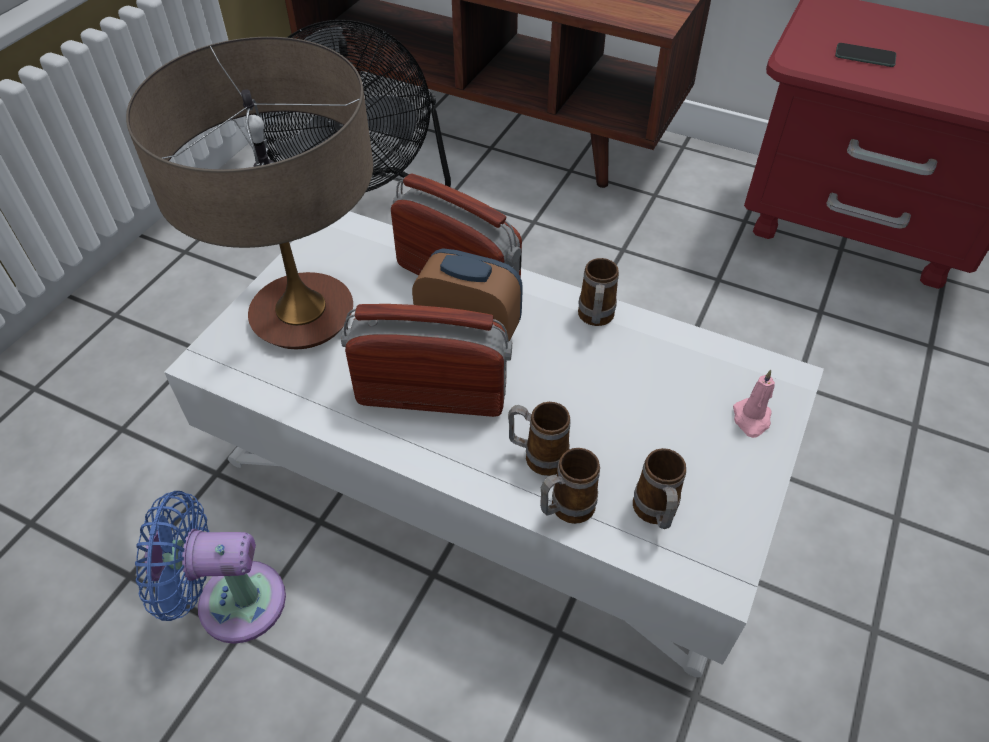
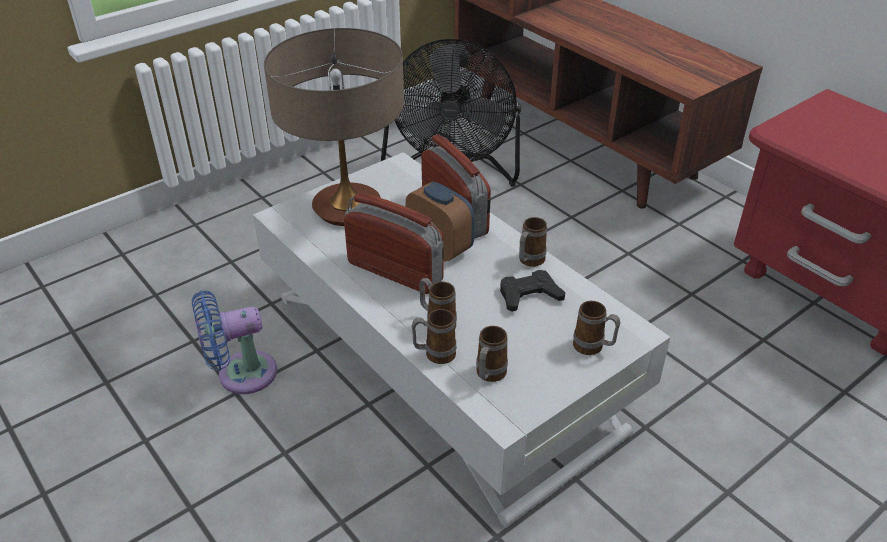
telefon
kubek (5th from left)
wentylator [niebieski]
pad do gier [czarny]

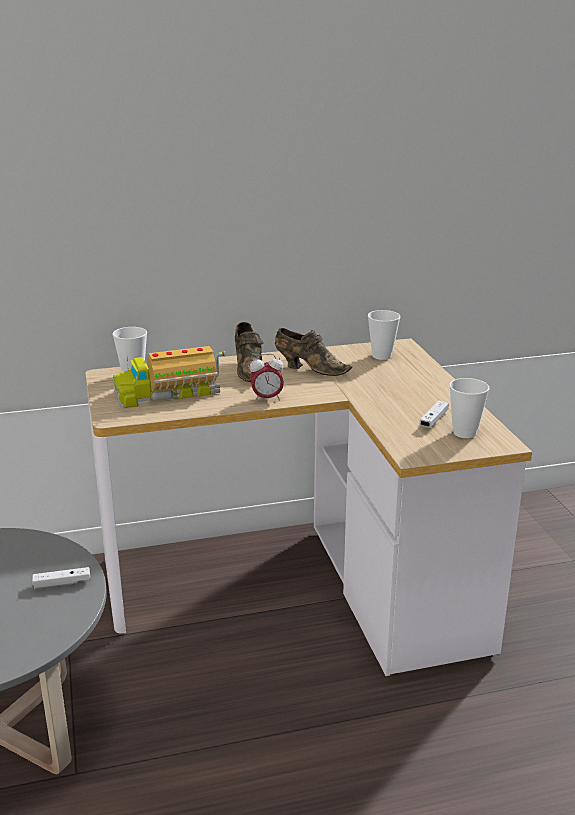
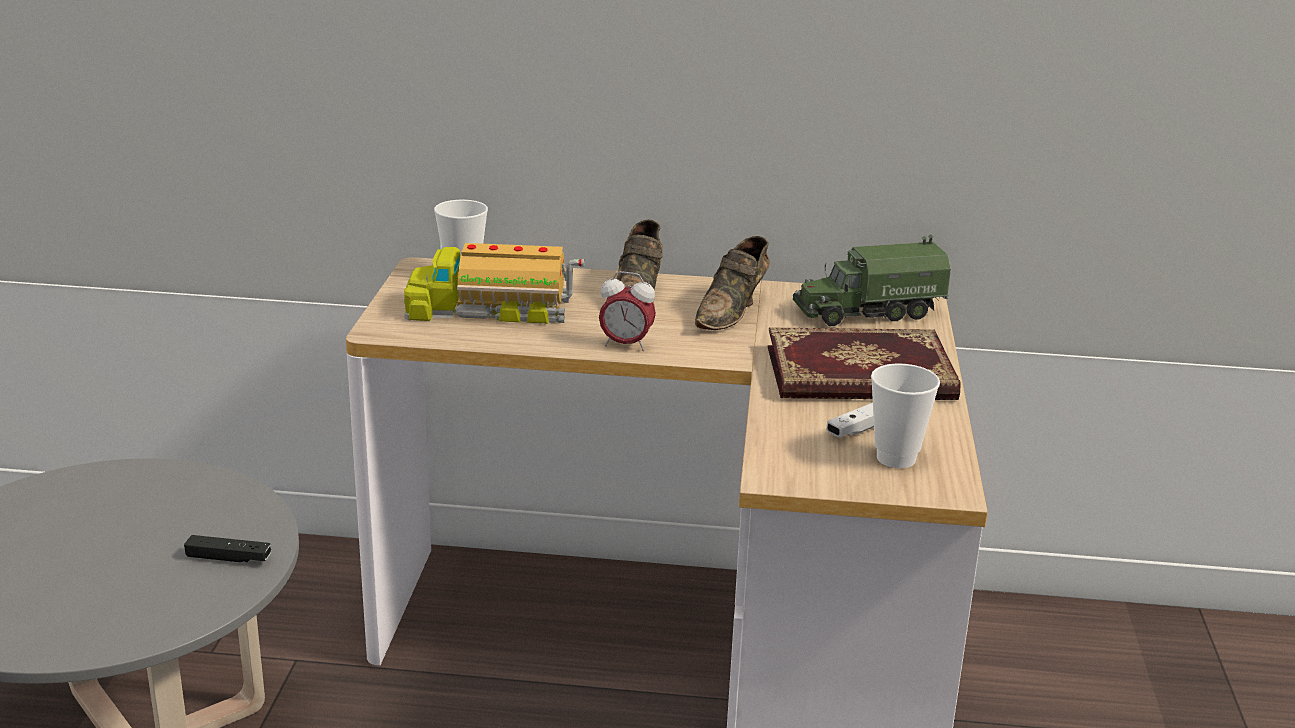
ciężarówka zabawkowa (2nd from left)
but [brązowy] (2nd from left)
pad do gier [czarny]
książka

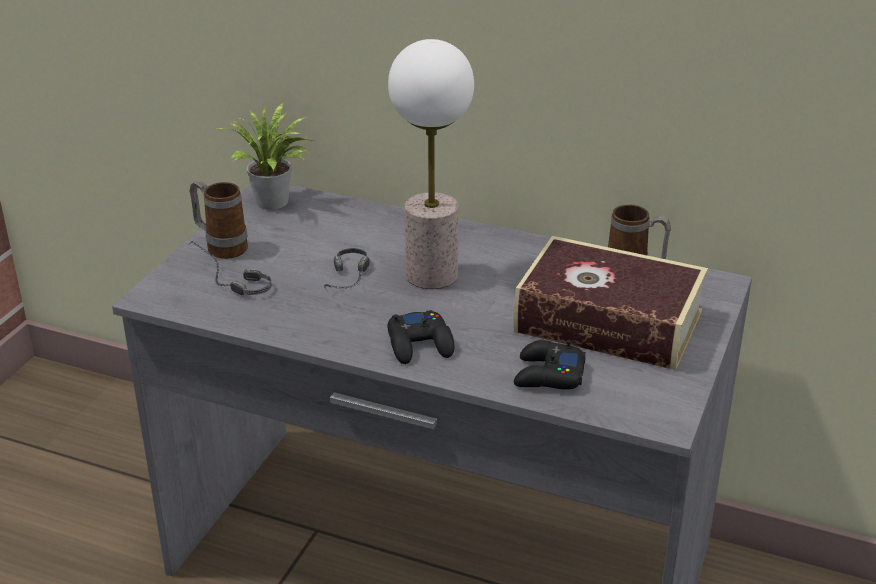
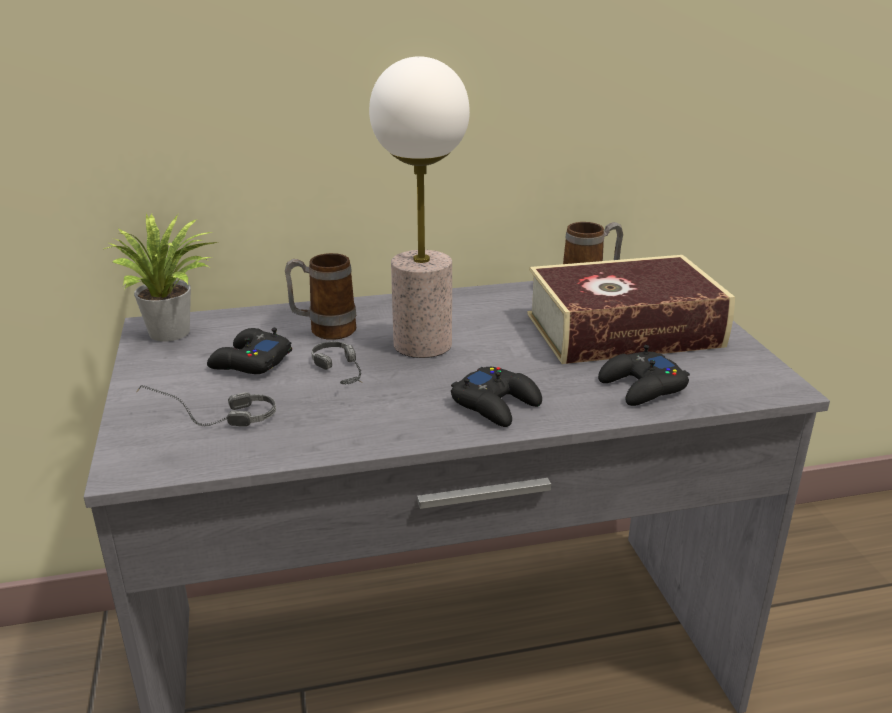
kubek (1st from left)
pad do gier [czarny] (1st from left)

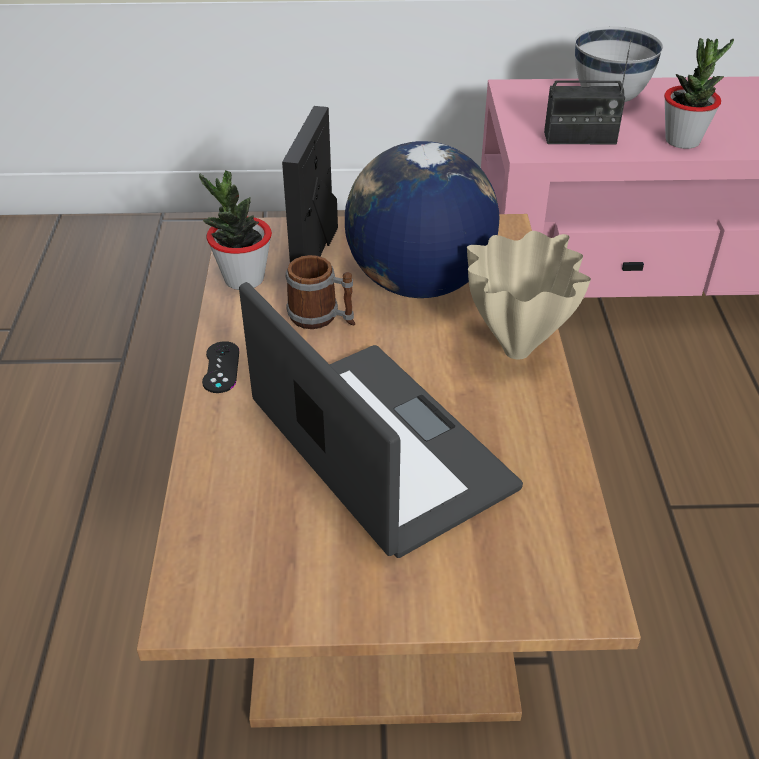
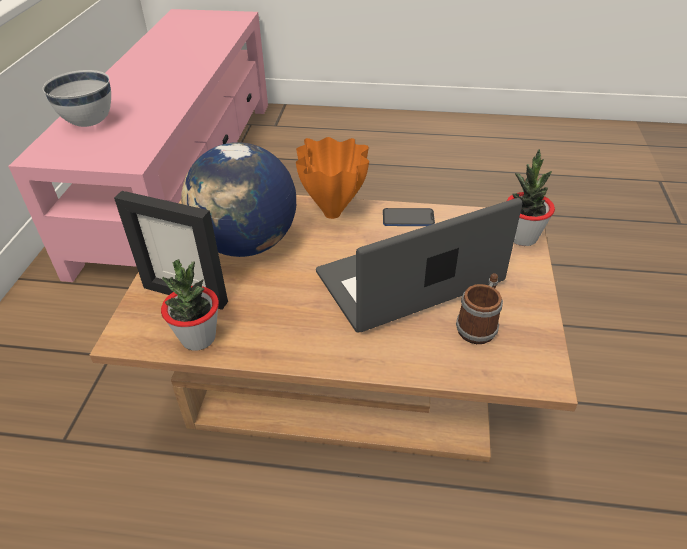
roślina doniczkowa (2nd from left)
radio
wazon [pomarańczowy]
kubek
pad do gier [czarny]
telefon

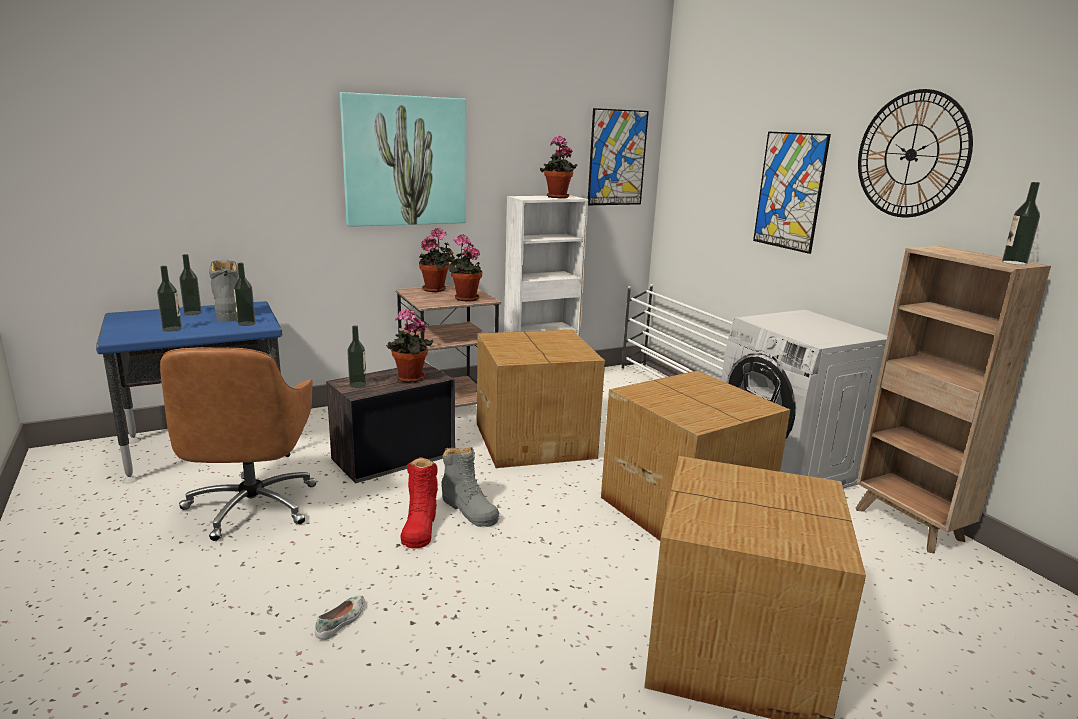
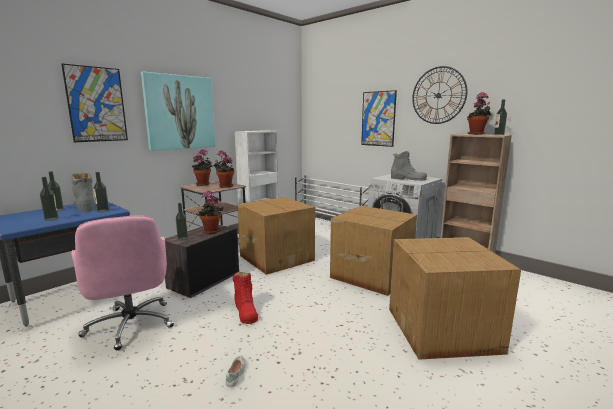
obraz (1st from left)
roślina doniczkowa (4th from left)
krzesło biurowe [różowy]
but z cholewką [szary] (2nd from left)

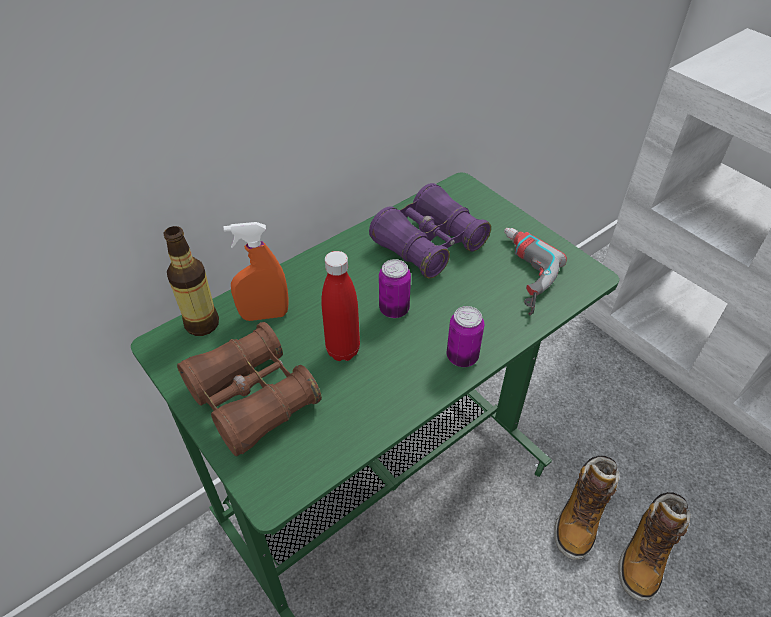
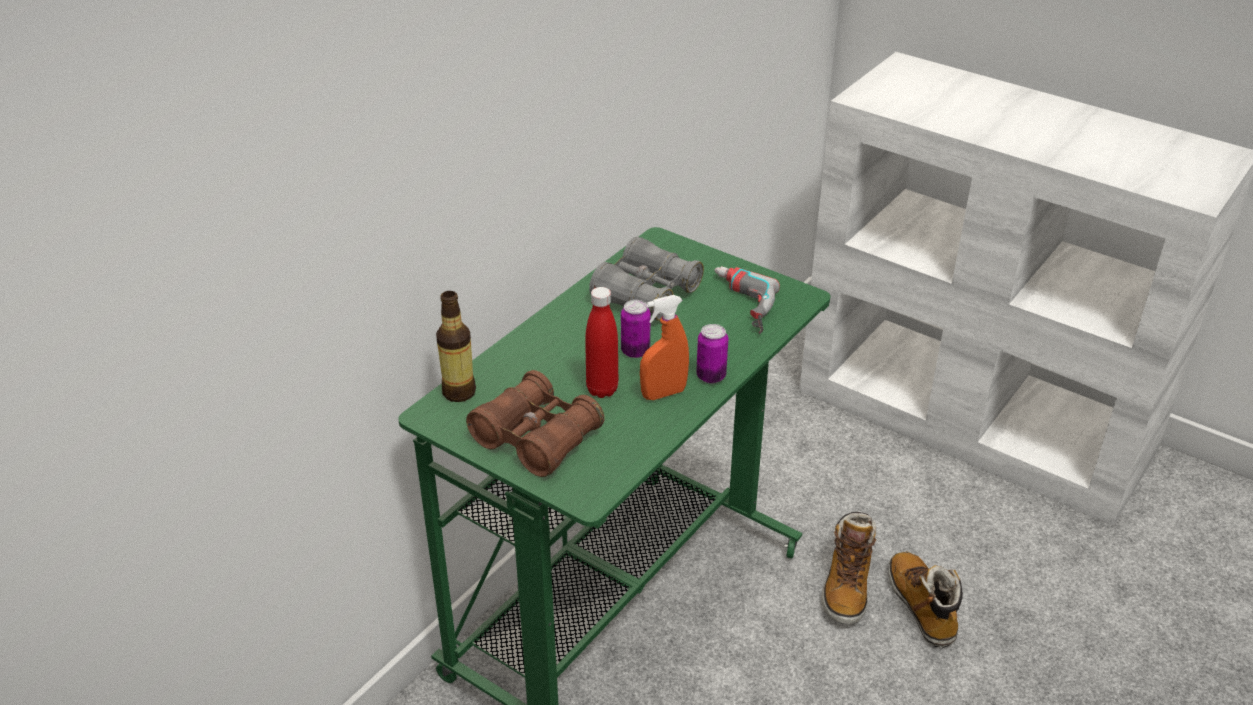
lornetka [szary]
spryskiwacz [pomarańczowy]
but z cholewką (2nd from left)

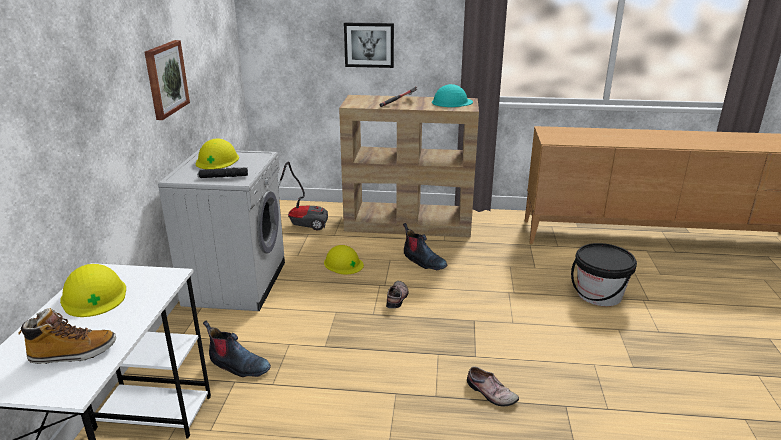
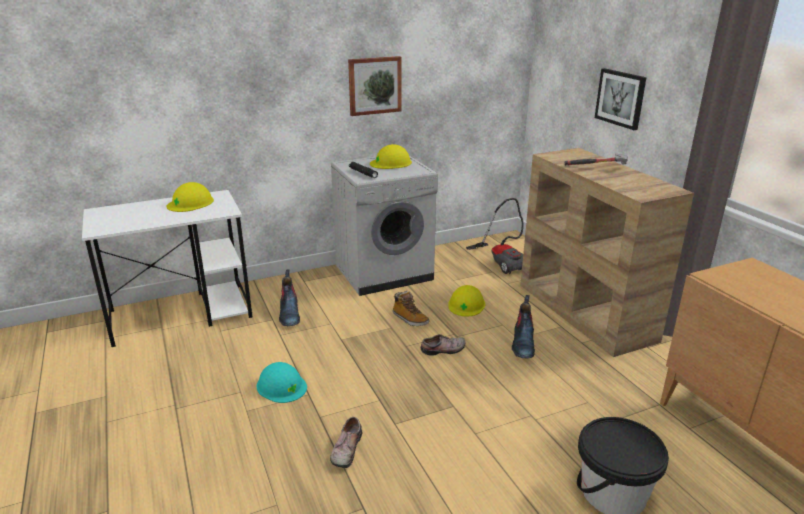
kask [turkusowy]
but z cholewką (2nd from left)

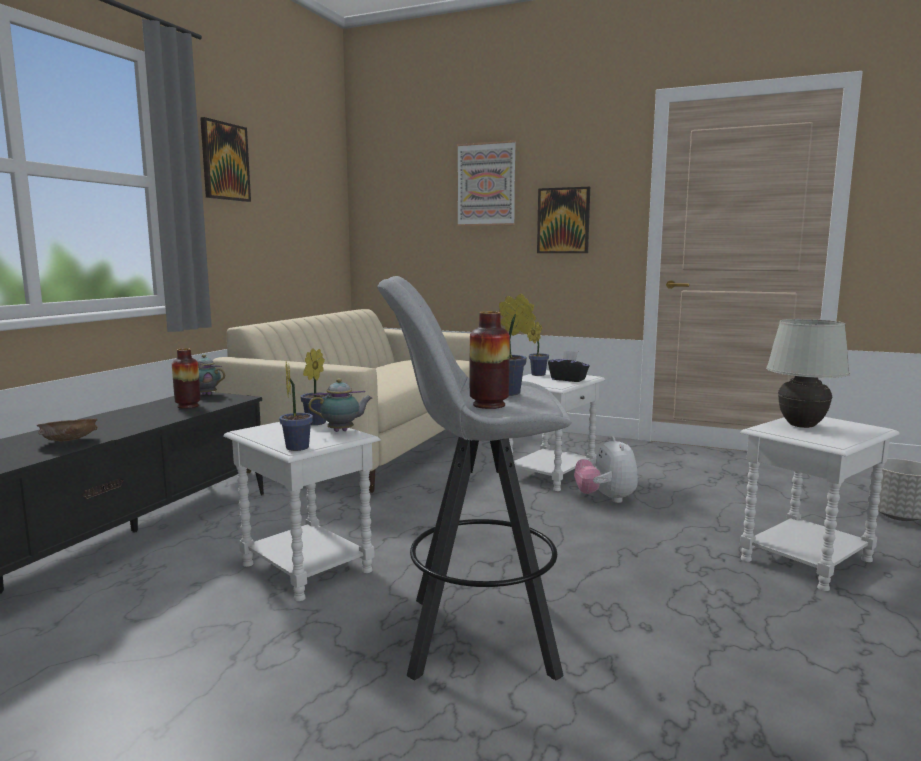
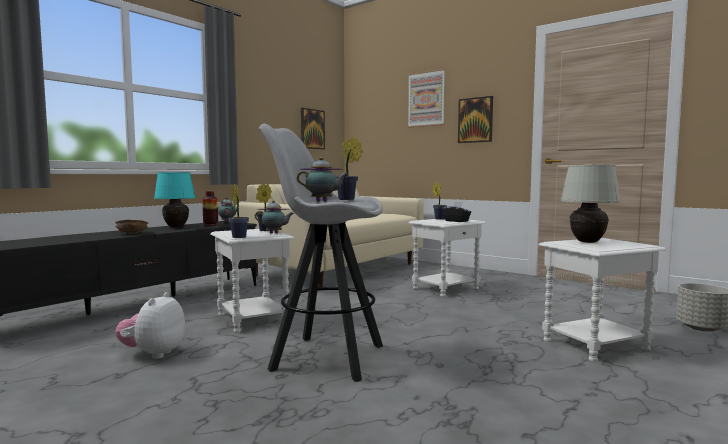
obraz (1st from left)
imbryk (3rd from left)
pluszak
lampa stołowa [turkusowy]

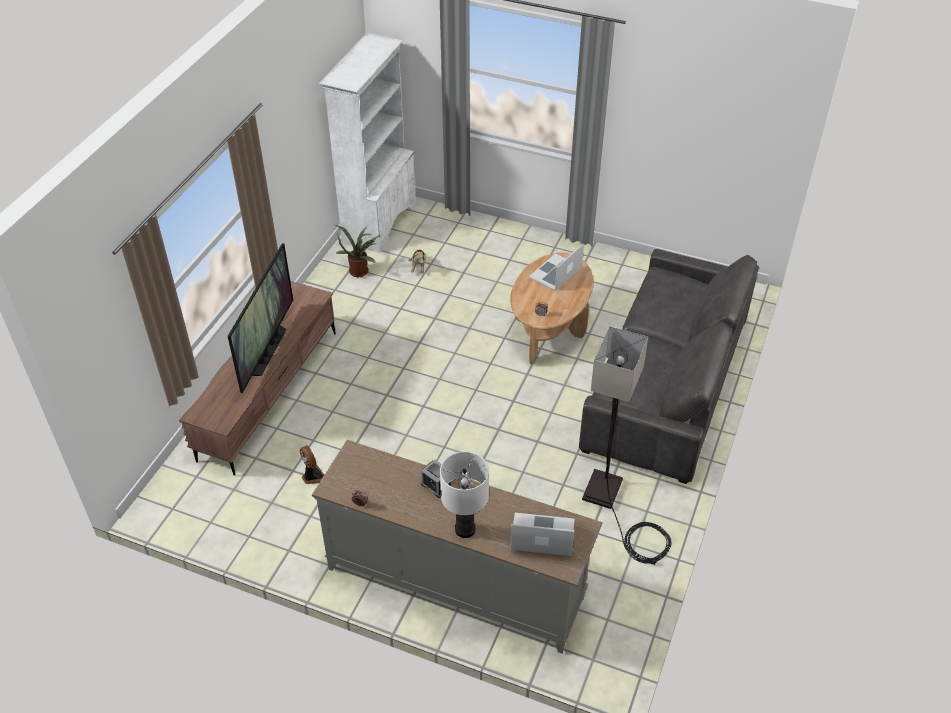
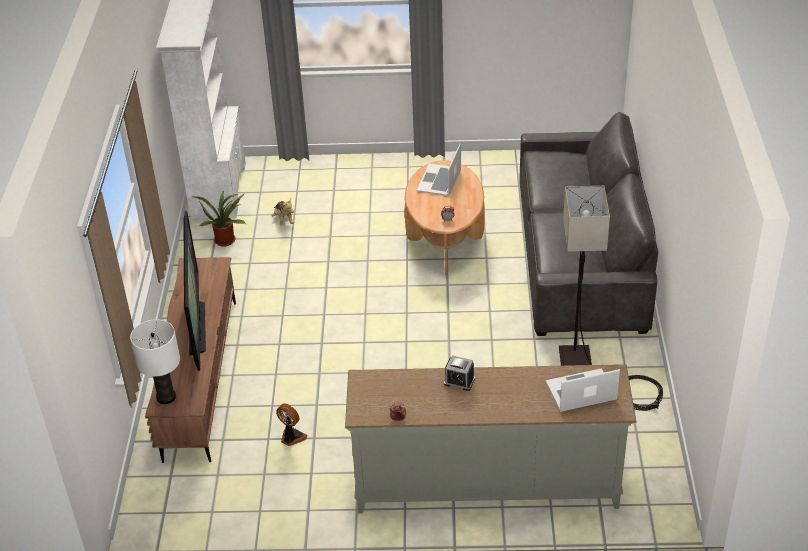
lampa stołowa [biały]

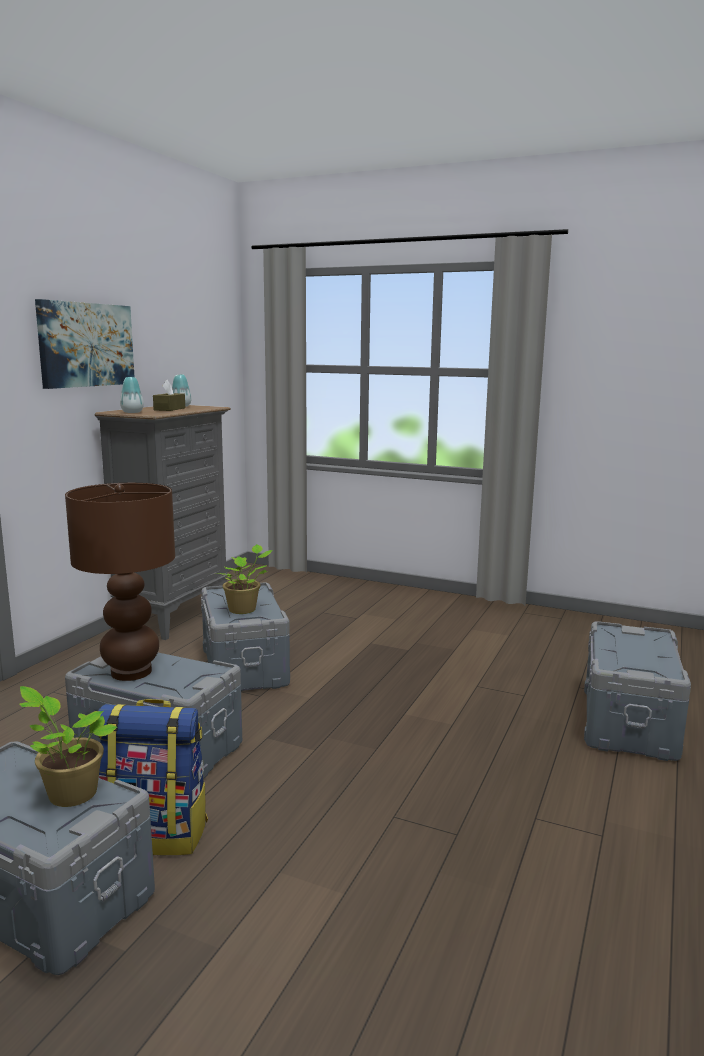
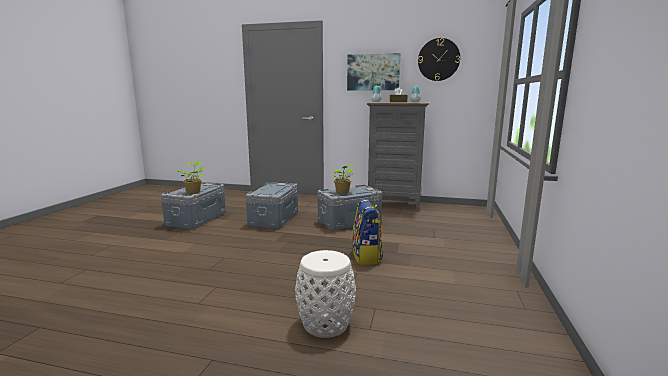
lampa stołowa [brązowy]
stołek [biały]
plecak
zegar ścienny

